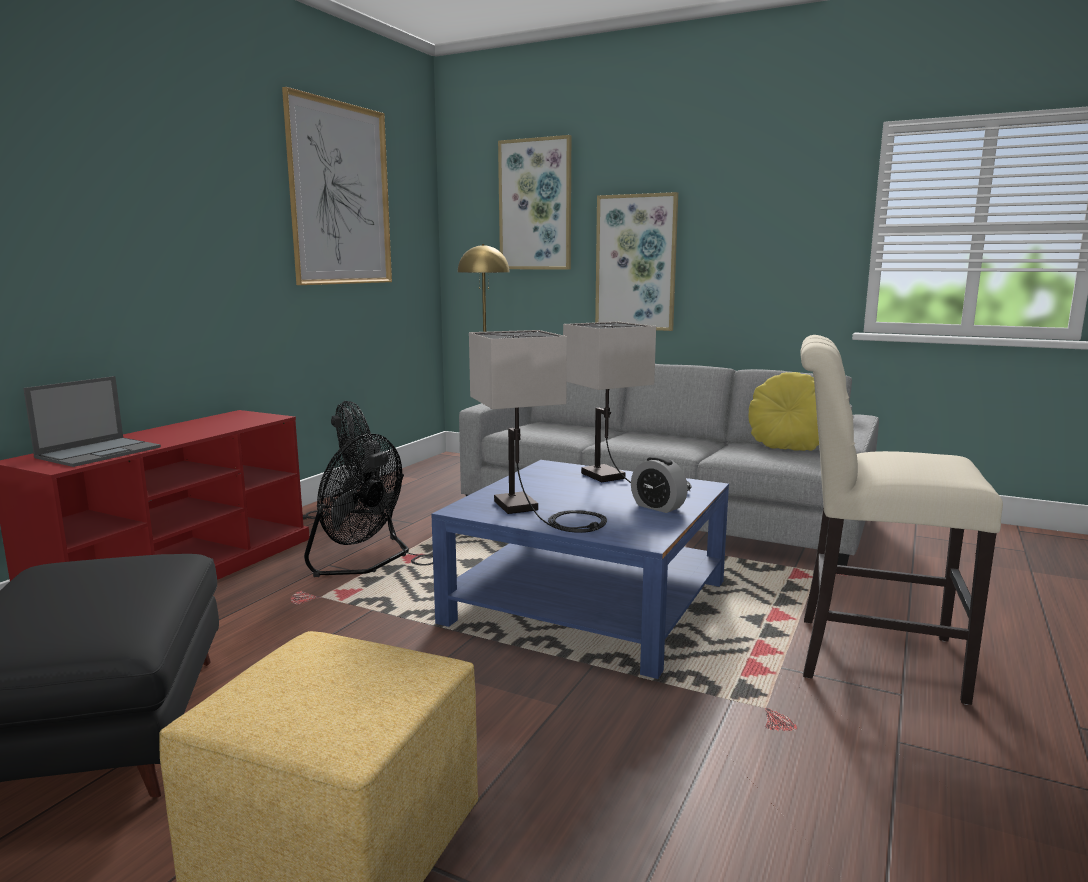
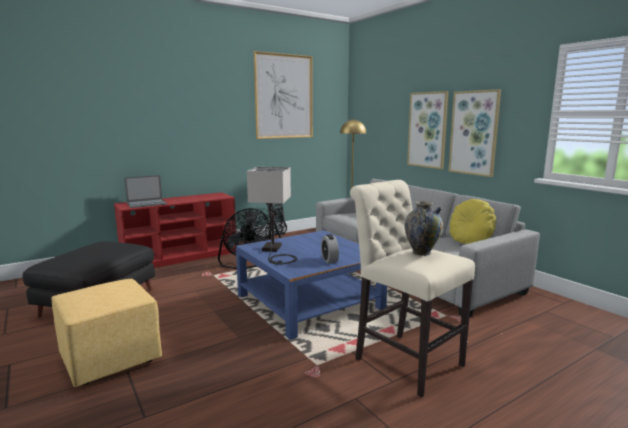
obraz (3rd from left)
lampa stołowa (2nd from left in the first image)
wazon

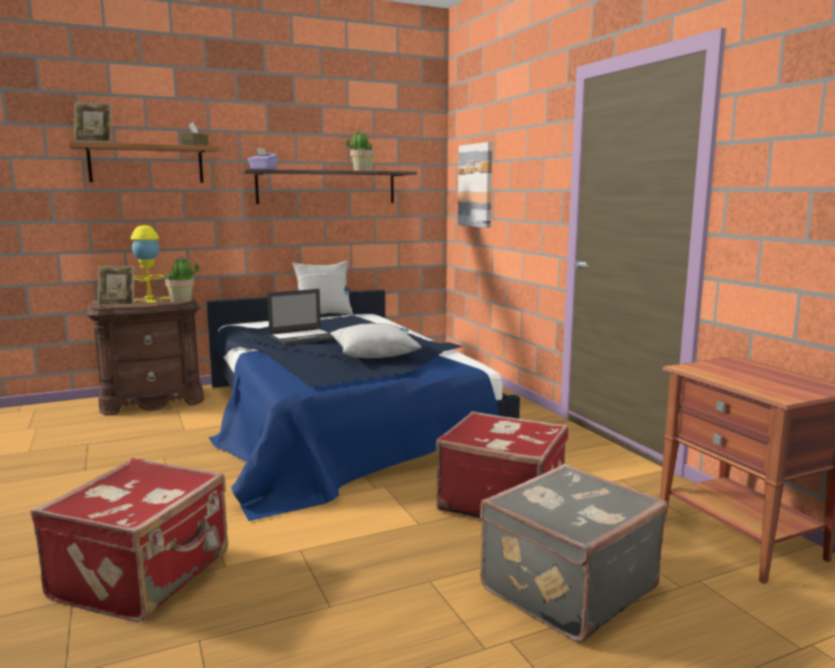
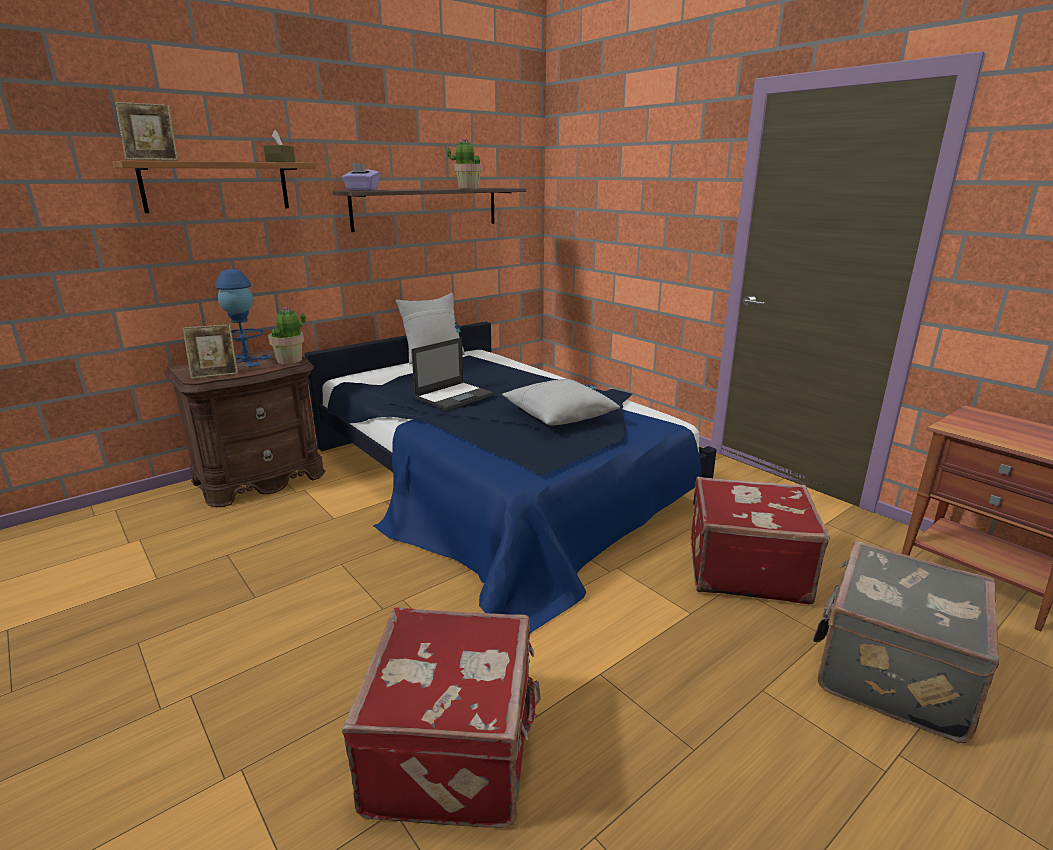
obraz
lampa stołowa [niebieski]

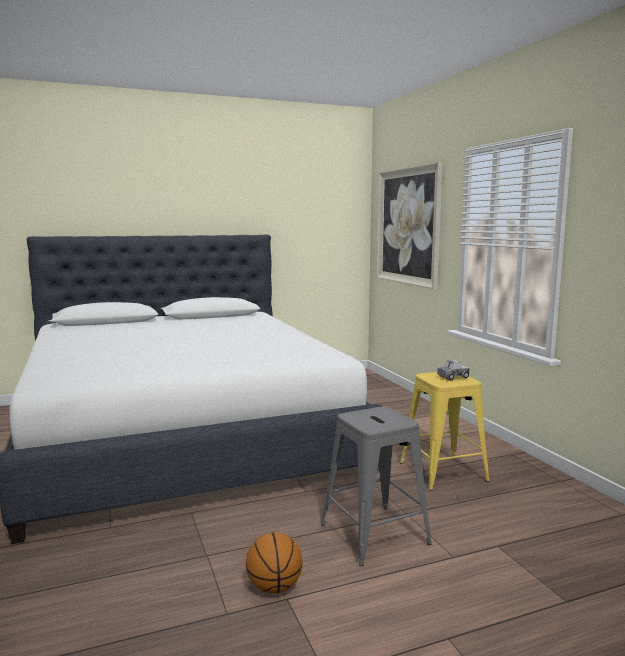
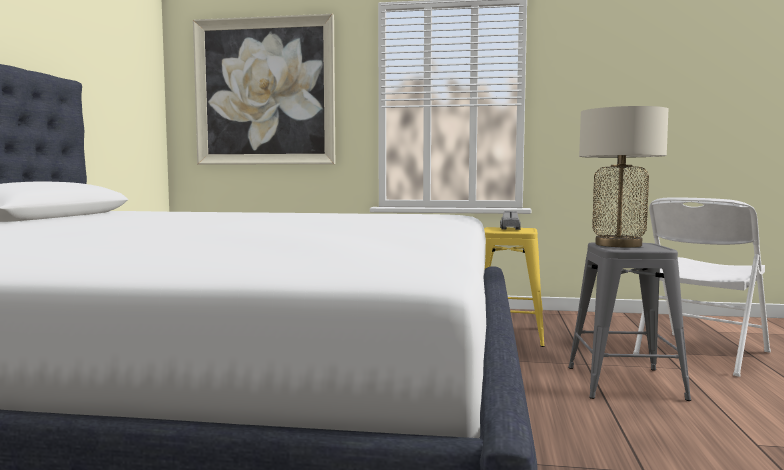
piłka do koszykówki
lampa stołowa
krzesło [biały]

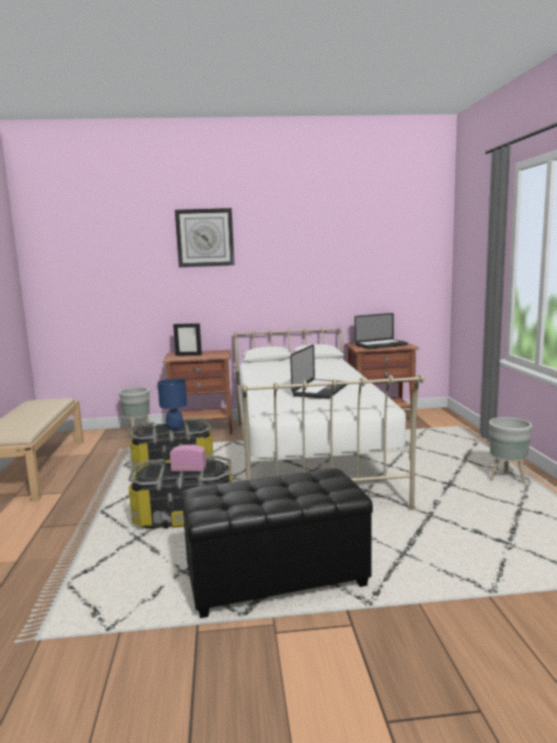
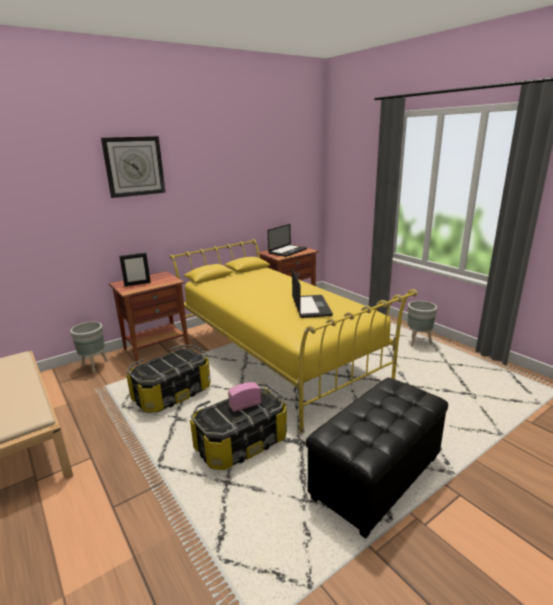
łóżko [żółty]
lampa stołowa [niebieski]

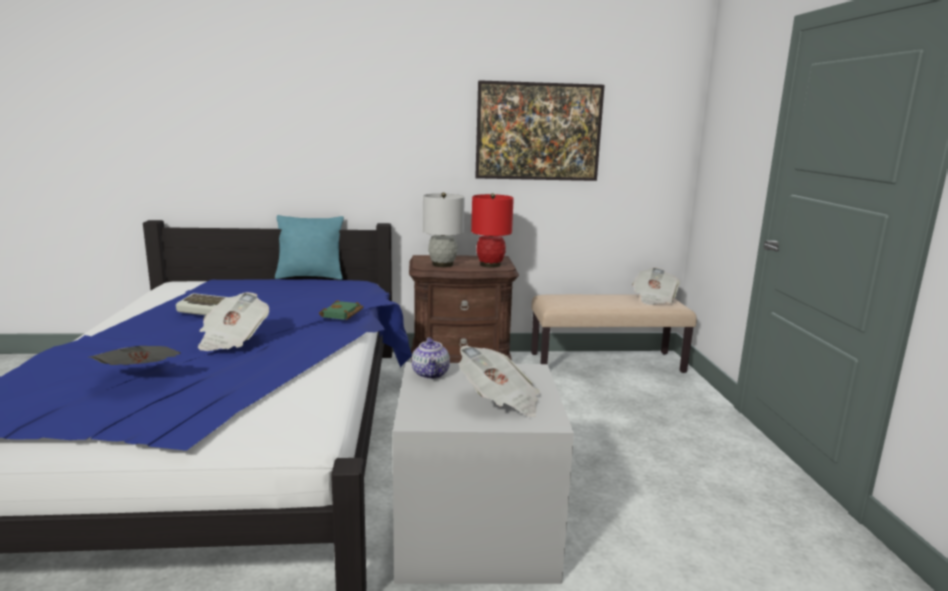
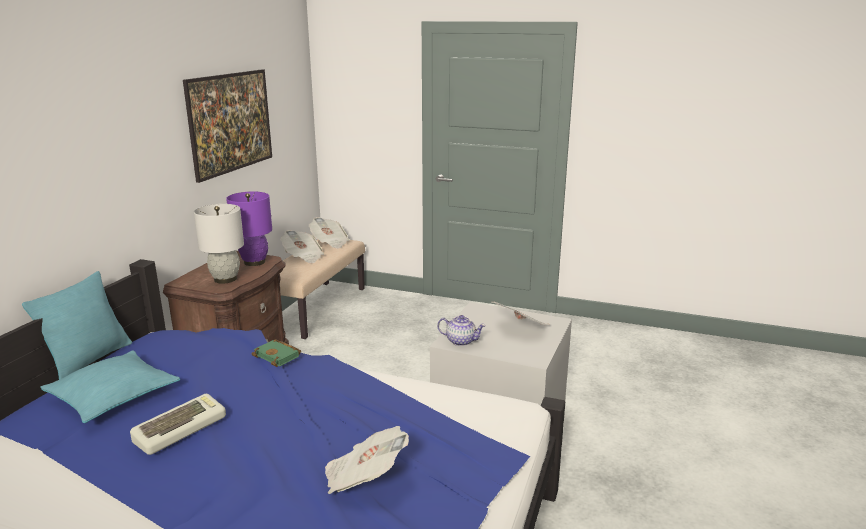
lampa stołowa [fioletowy]
gazeta (1st from left)
poduszka [turkusowy] (2nd from left)

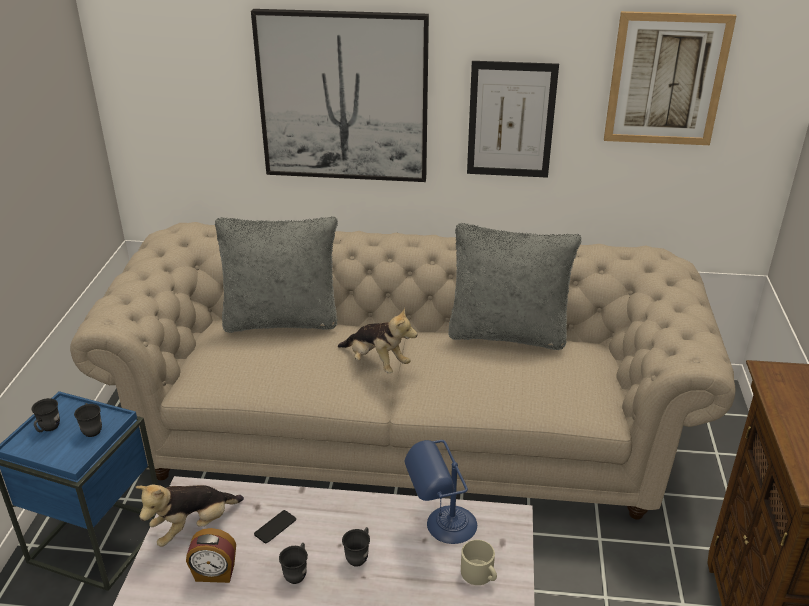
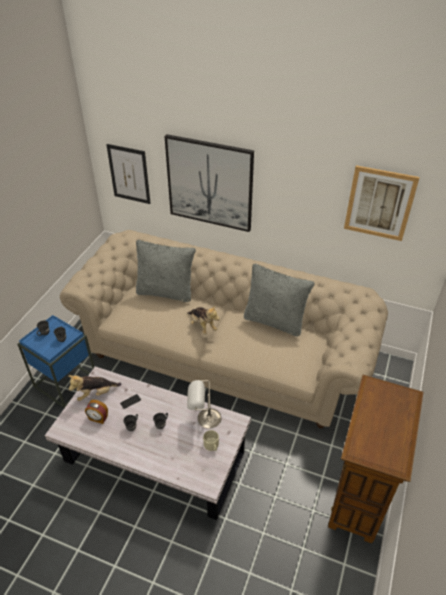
obraz (1st from left)
lampa stołowa [biały]

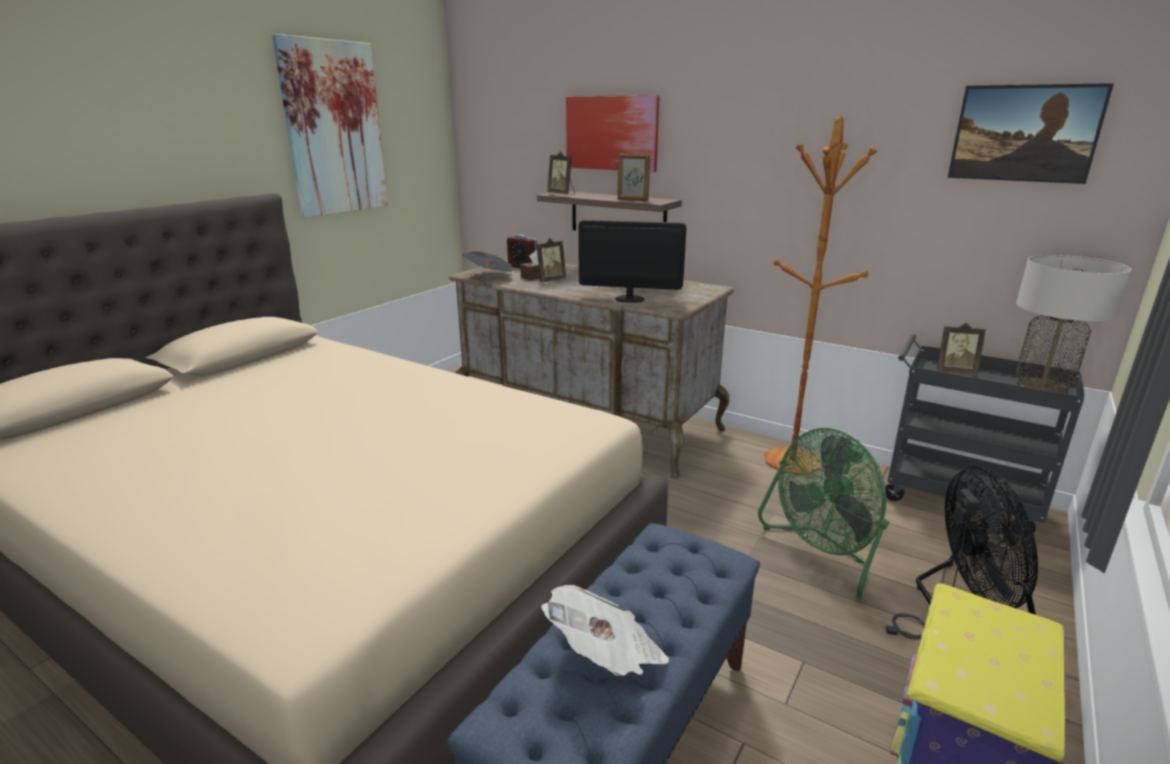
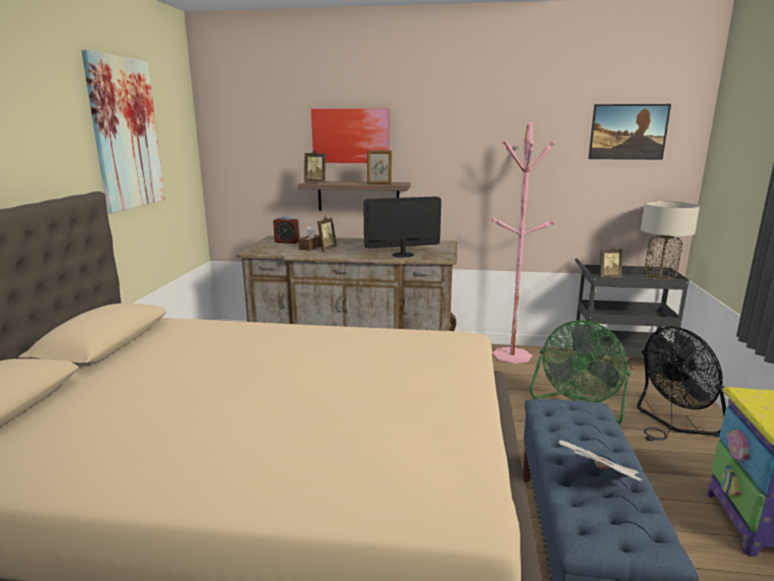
wieszak [różowy]
gazeta (1st from left in the first image)

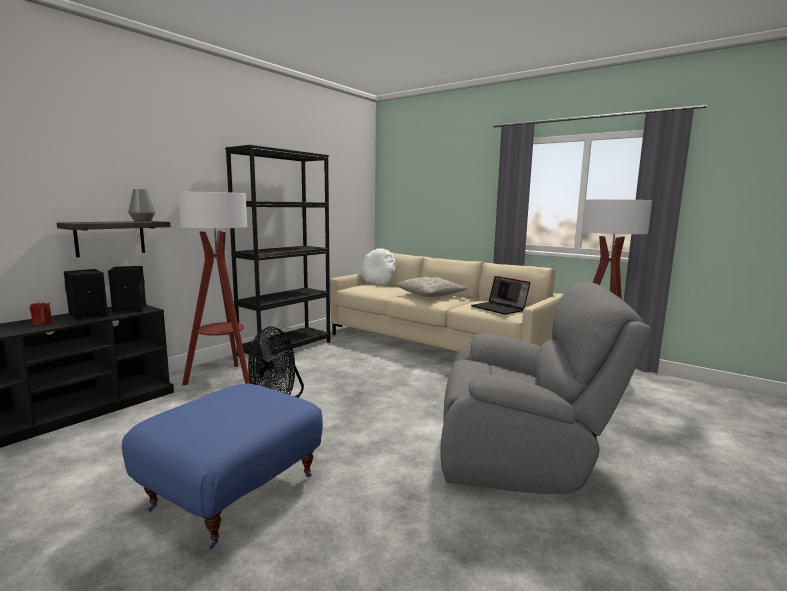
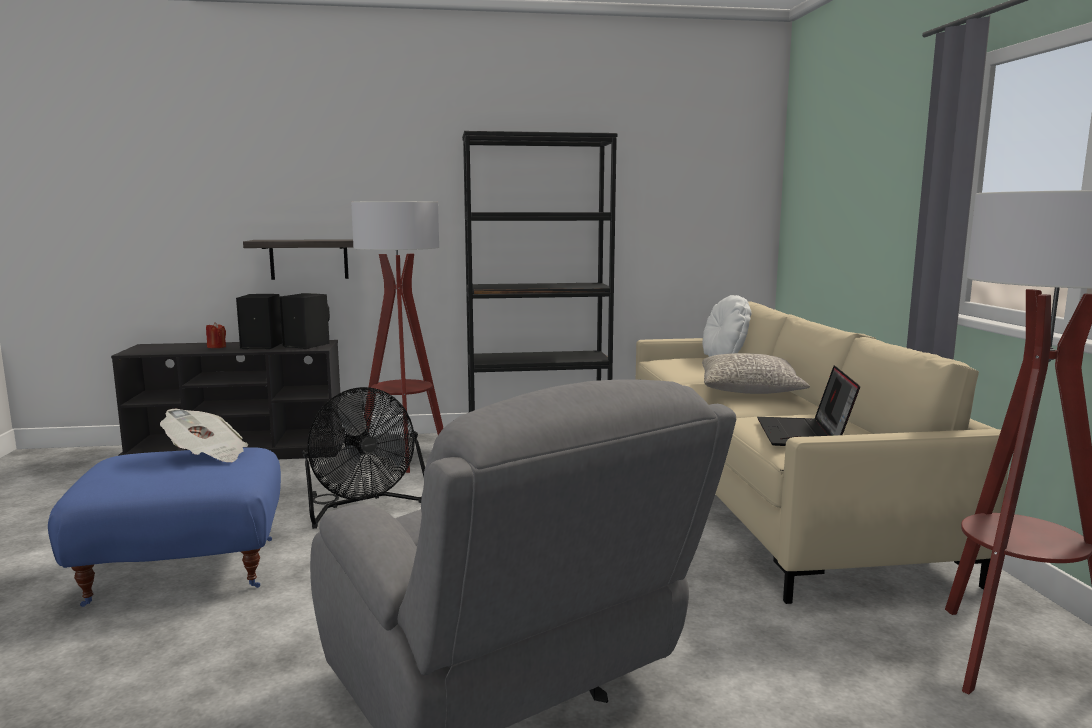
wazon [szary]
gazeta

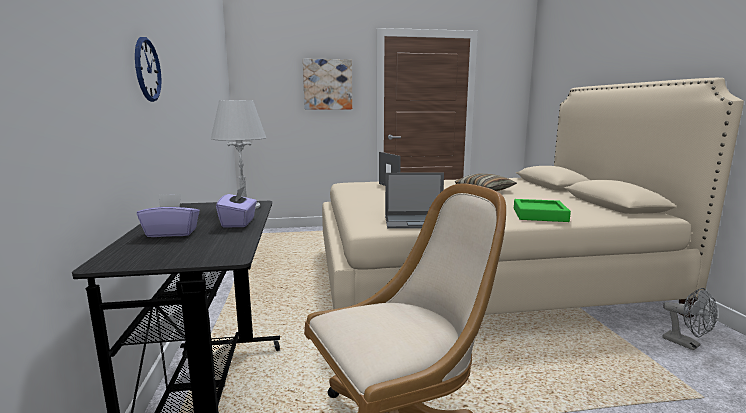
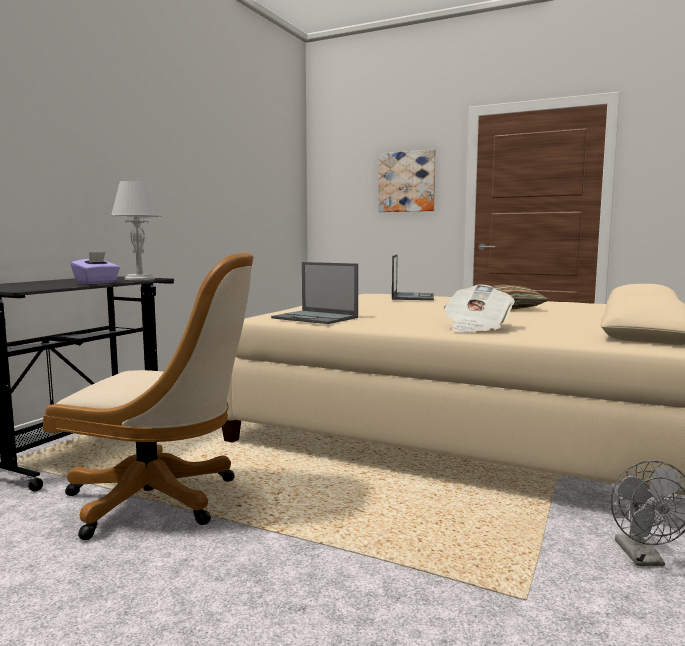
zegar ścienny
pudełko chusteczek [fioletowy] (1st from left in the first image)
gazeta

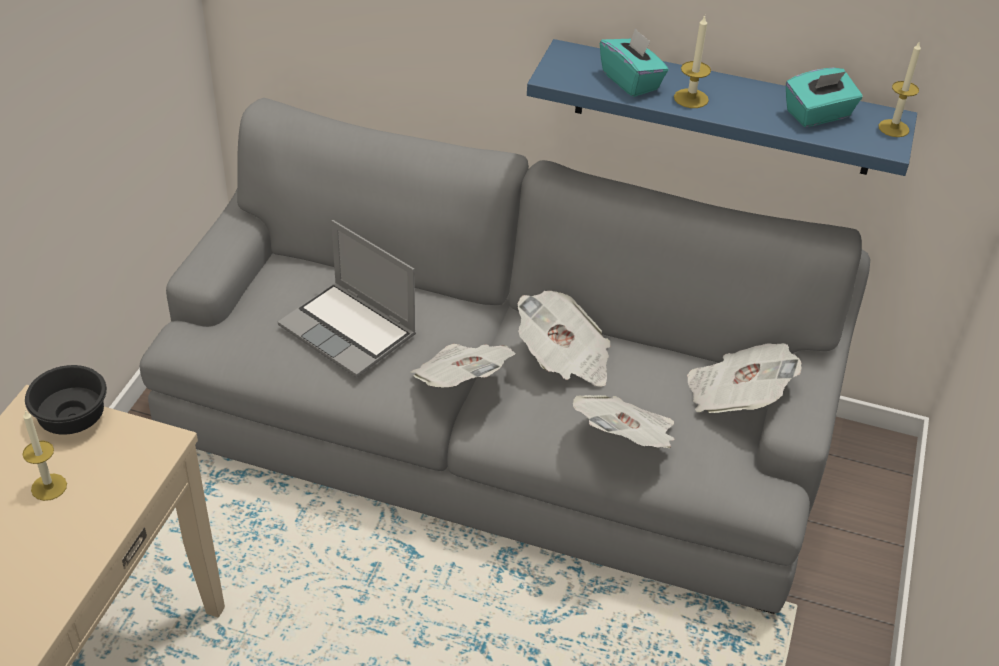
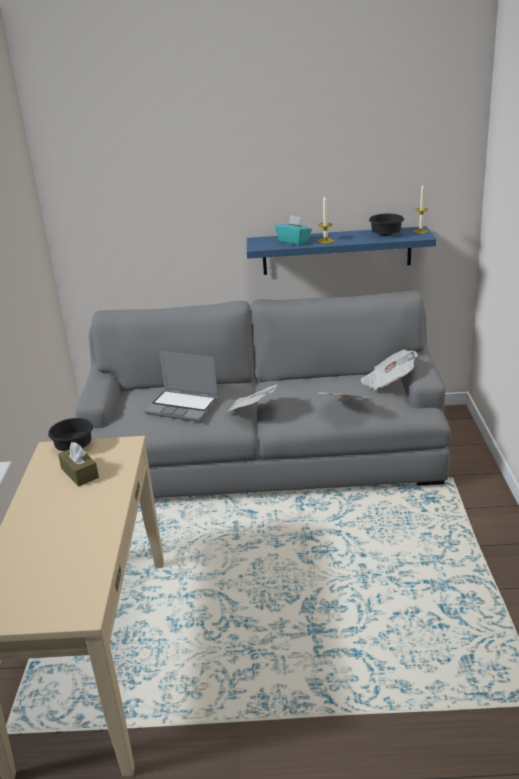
miska [czarny] (2nd from left)
gazeta (2nd from left in the first image)
pudełko chusteczek [brązowy]

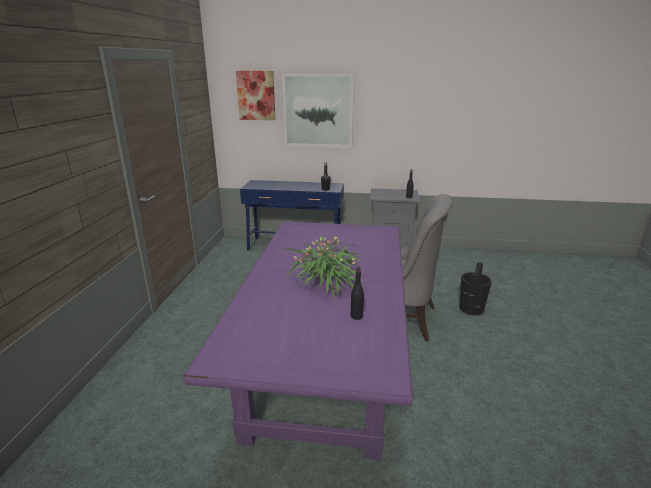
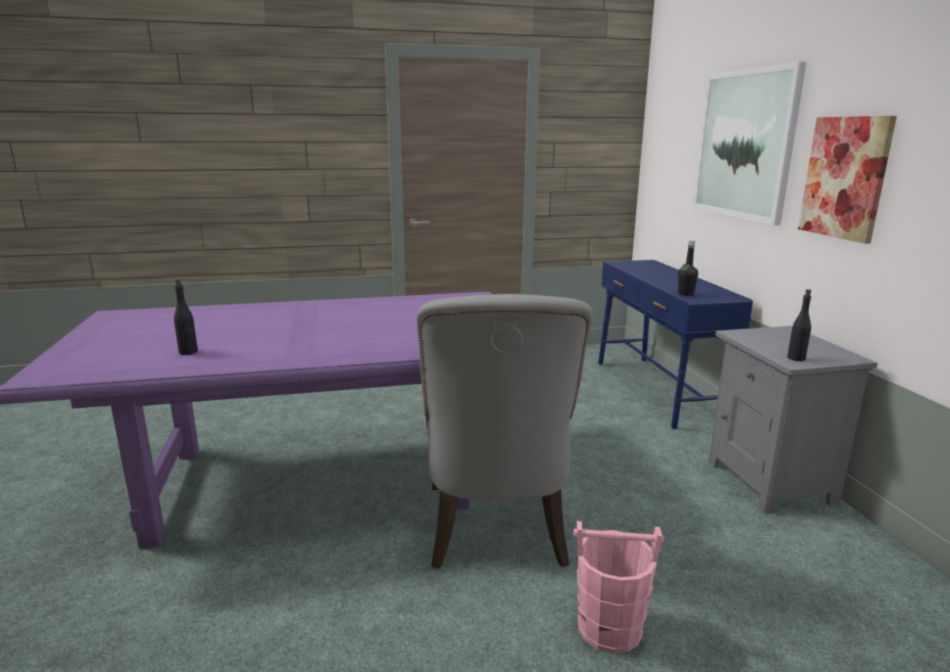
obraz (2nd from left)
roślina doniczkowa
wiadro [różowy]

